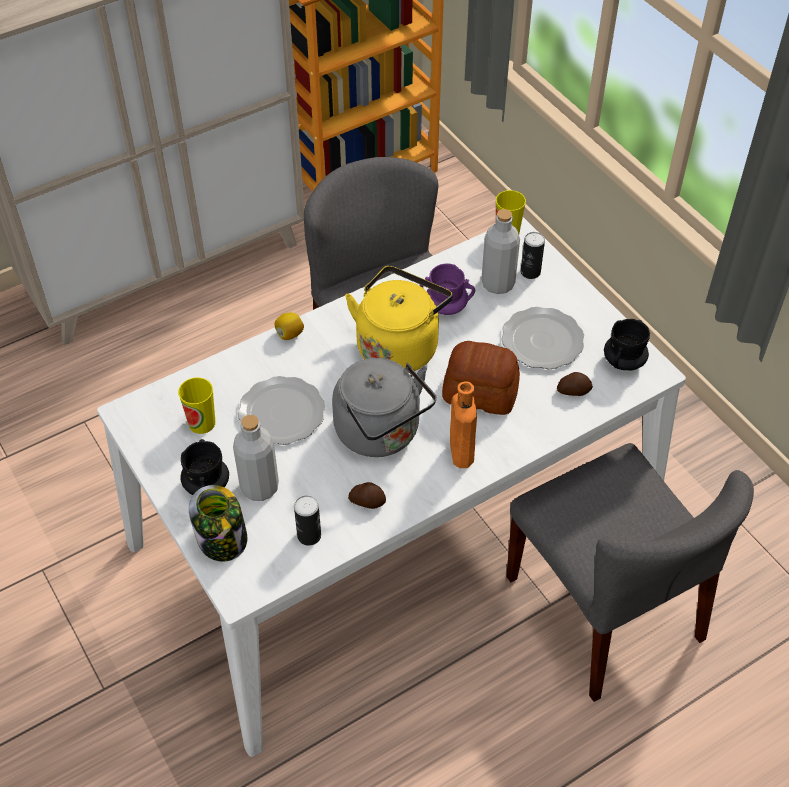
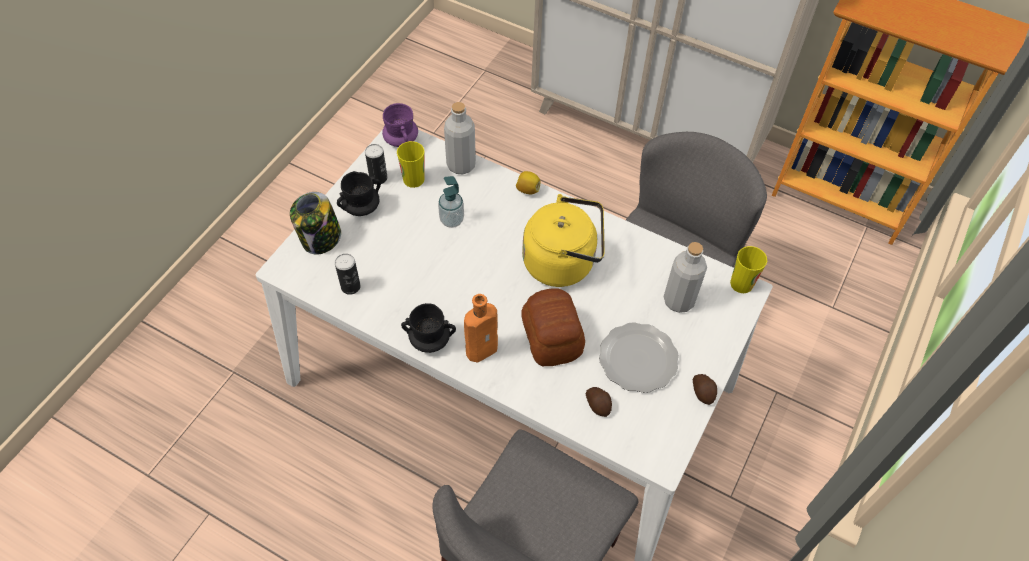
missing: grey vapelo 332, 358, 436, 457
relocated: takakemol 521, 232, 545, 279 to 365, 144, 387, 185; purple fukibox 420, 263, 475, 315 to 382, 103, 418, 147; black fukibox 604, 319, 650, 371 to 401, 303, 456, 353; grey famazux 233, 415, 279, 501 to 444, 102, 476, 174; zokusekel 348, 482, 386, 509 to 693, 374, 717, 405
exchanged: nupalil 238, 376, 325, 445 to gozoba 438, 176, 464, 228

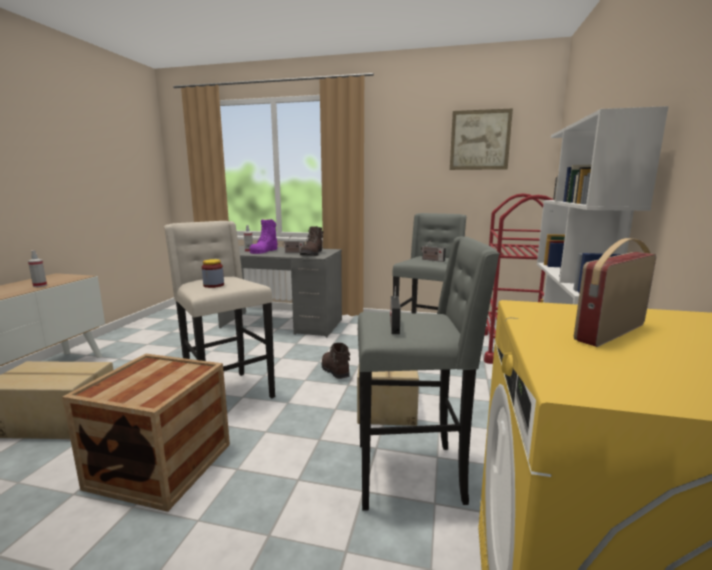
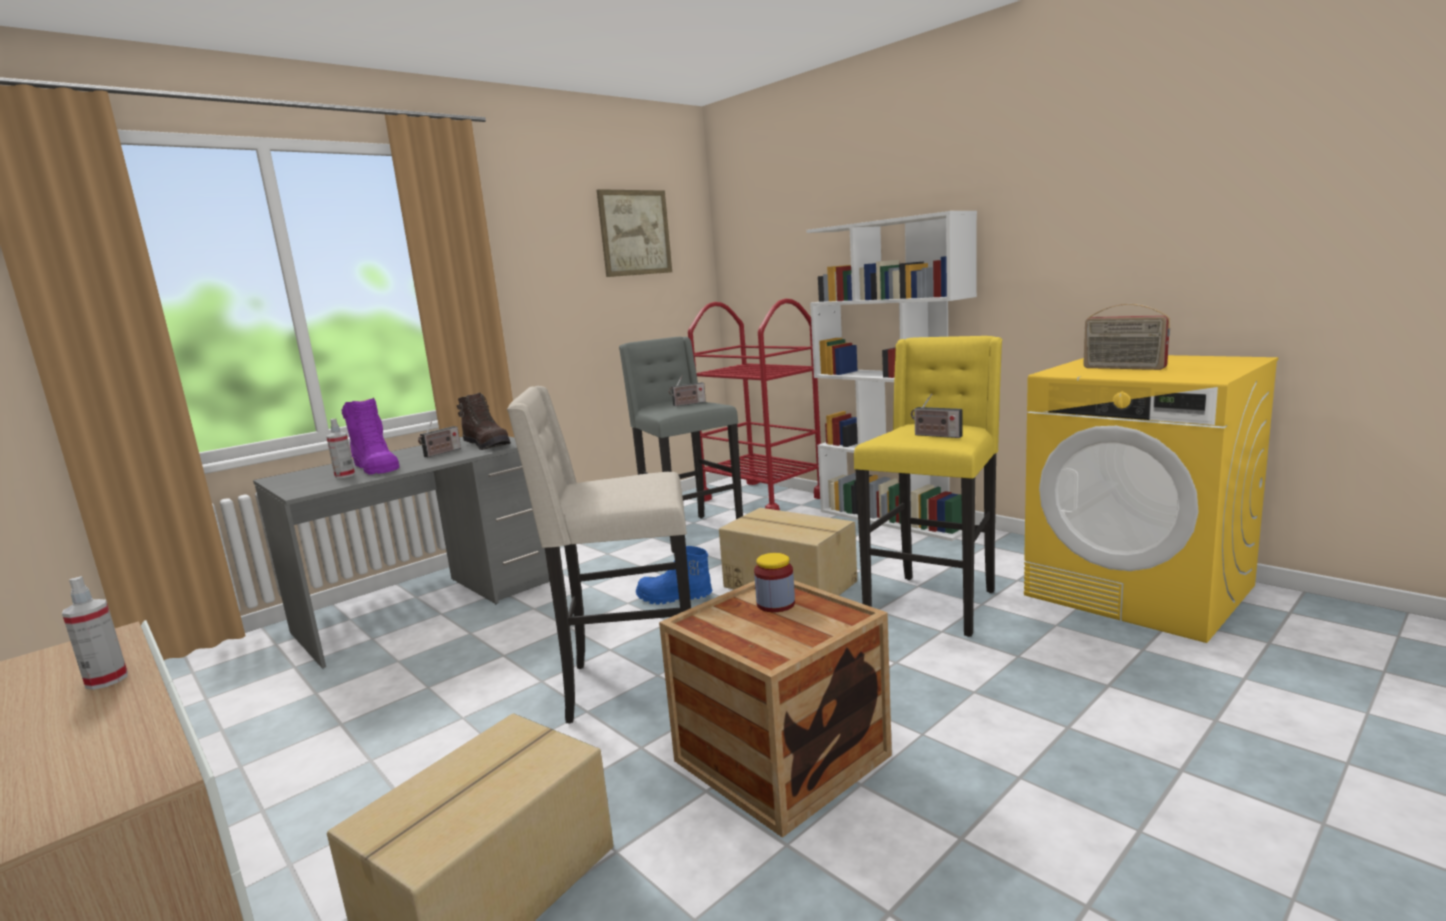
relocated: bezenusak 202, 259, 224, 288 to 754, 553, 795, 612
colour: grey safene 358, 236, 500, 510 to yellow safene 854, 336, 1002, 637; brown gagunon 321, 343, 350, 379 to blue gagunon 636, 546, 712, 605
spun: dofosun 574, 238, 656, 347 = 1083, 304, 1170, 370 45 degrees counterclockwise

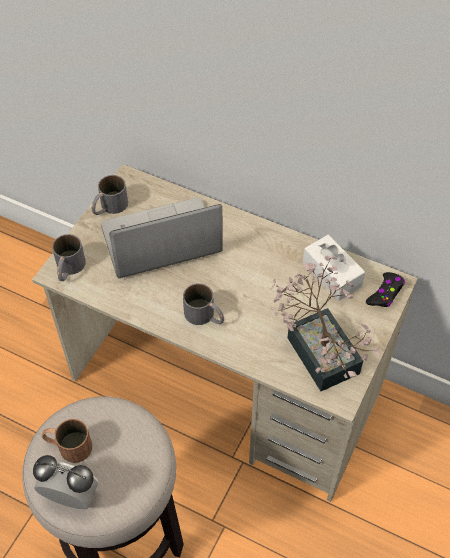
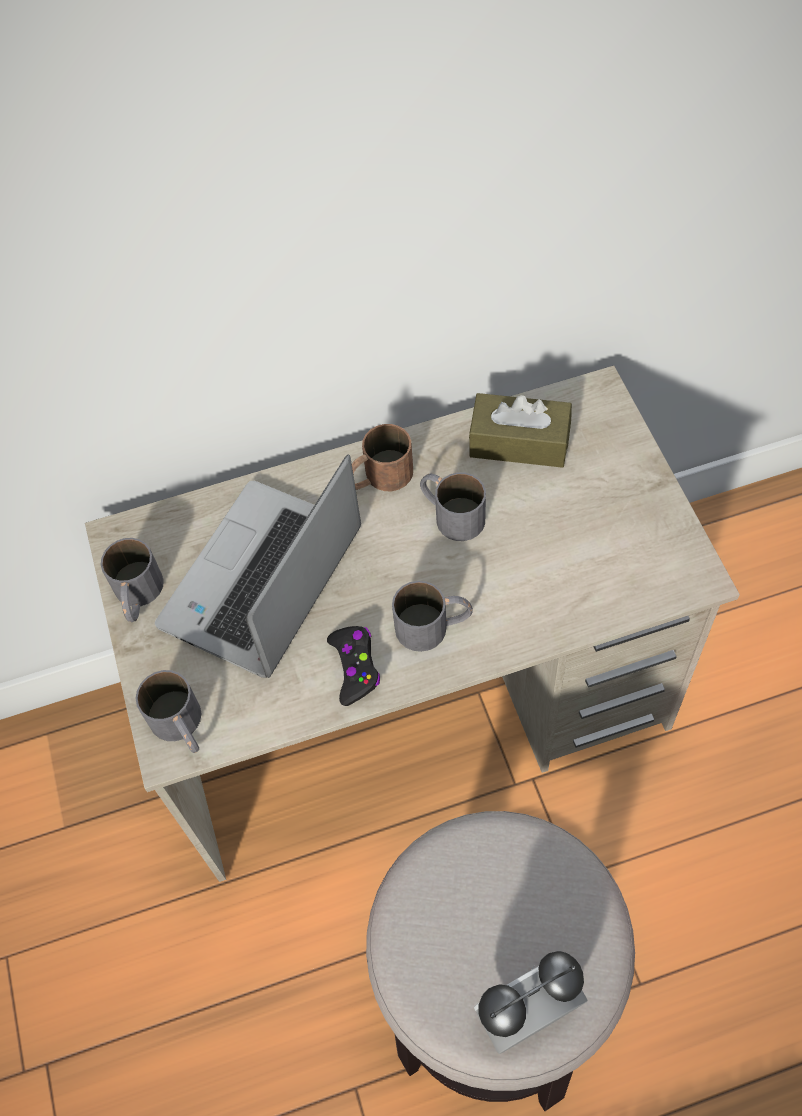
missing: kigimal 270, 256, 381, 391
appeared: grey fukibox 420, 472, 486, 541
relocated: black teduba 366, 272, 405, 307 to 327, 626, 380, 706; brown fukibox 42, 419, 92, 463 to 352, 424, 413, 491
colour: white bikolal 303, 235, 365, 301 to brown bikolal 469, 393, 572, 468

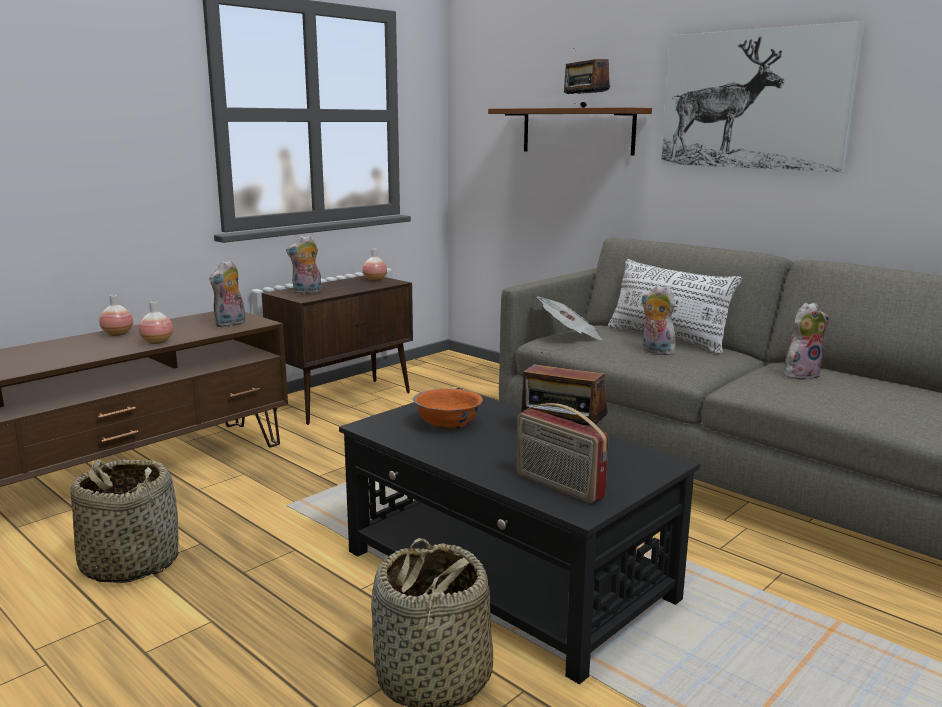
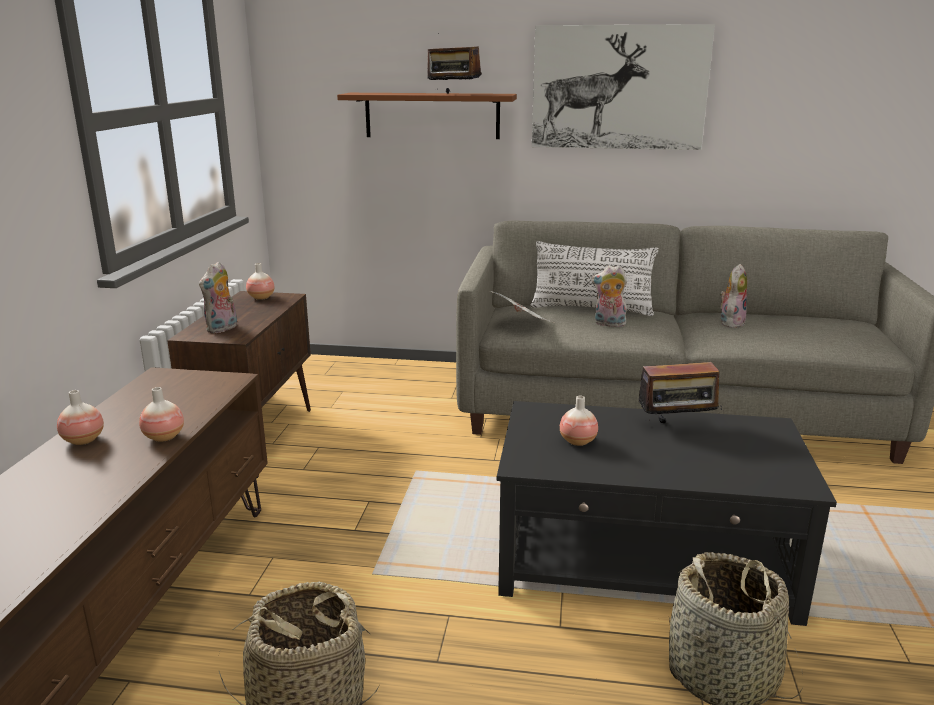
missing: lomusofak 209, 259, 245, 327; dofosun 516, 403, 609, 503
exchanged: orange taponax 413, 388, 483, 430 to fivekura 560, 396, 598, 446

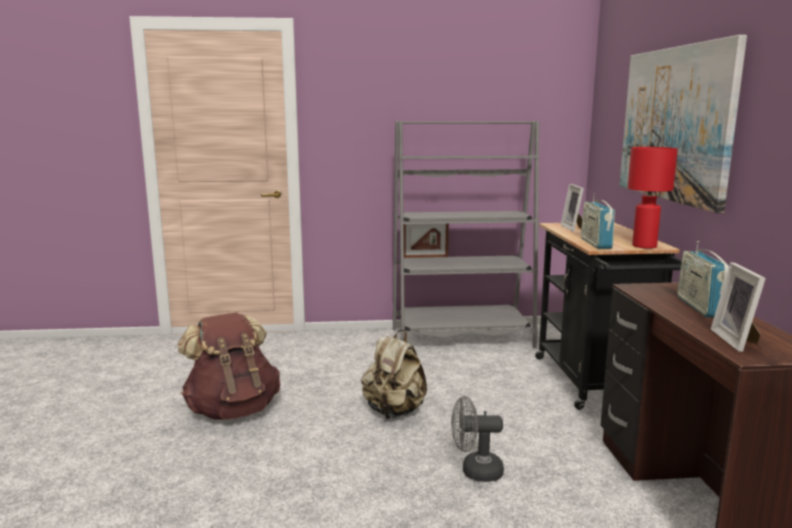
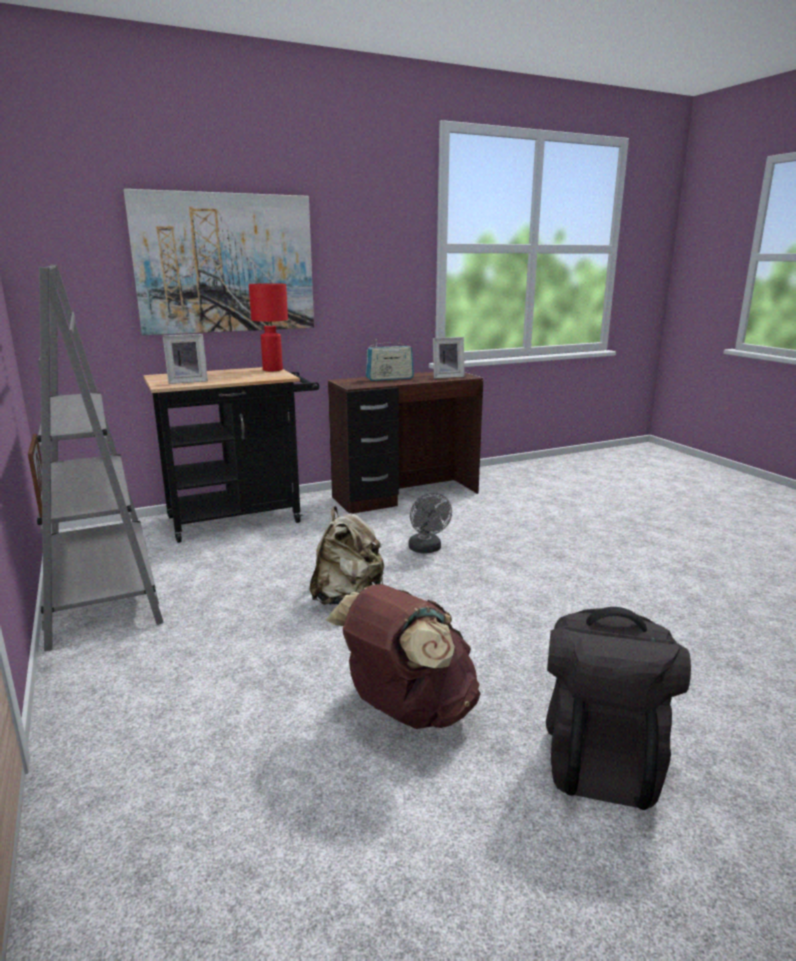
missing: dofosun 581, 193, 615, 249
appeared: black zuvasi 546, 607, 691, 810

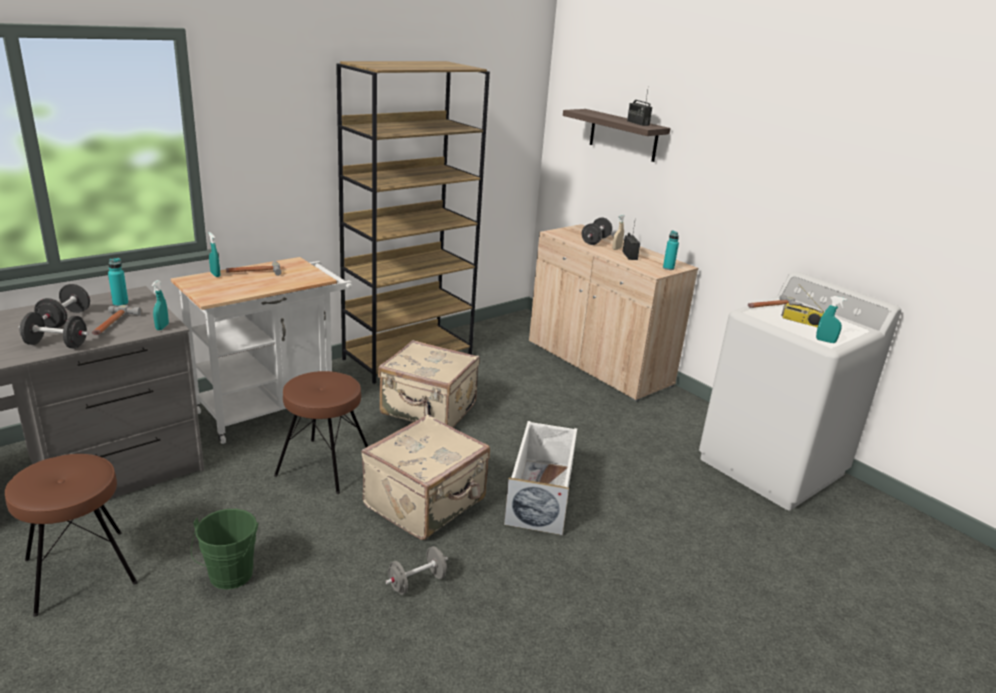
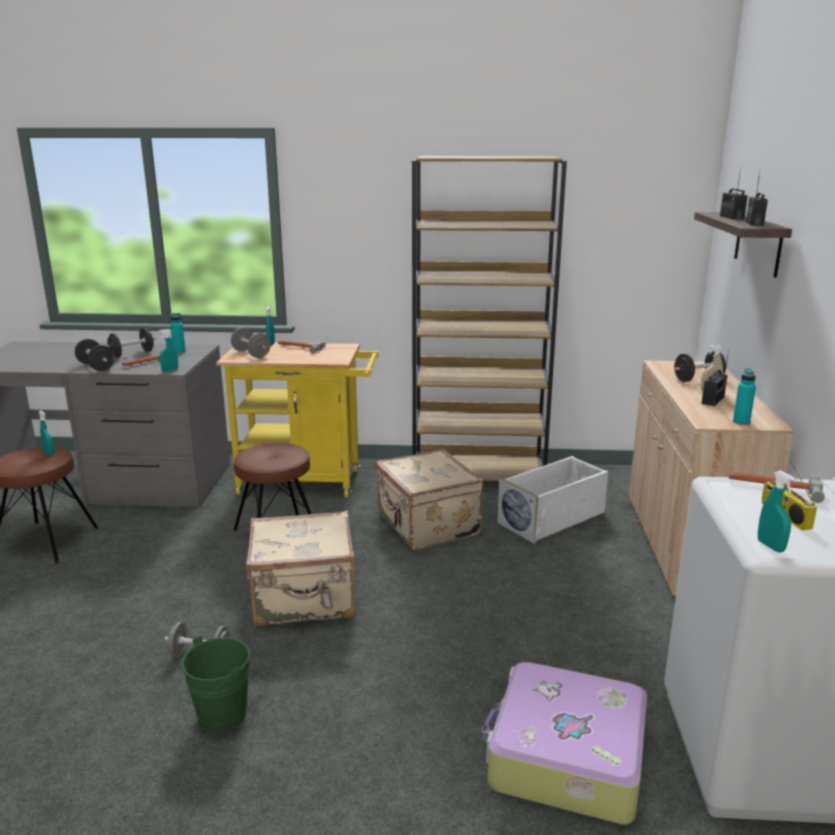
appeared: dofosun 720, 168, 748, 220; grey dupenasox 231, 327, 271, 358; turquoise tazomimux 39, 411, 54, 455; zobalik 481, 662, 647, 825
relocated: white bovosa 504, 421, 577, 535 to 497, 456, 608, 544; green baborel 191, 509, 258, 590 to 171, 635, 250, 733
colour: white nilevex 171, 257, 352, 444 to yellow nilevex 216, 343, 379, 498

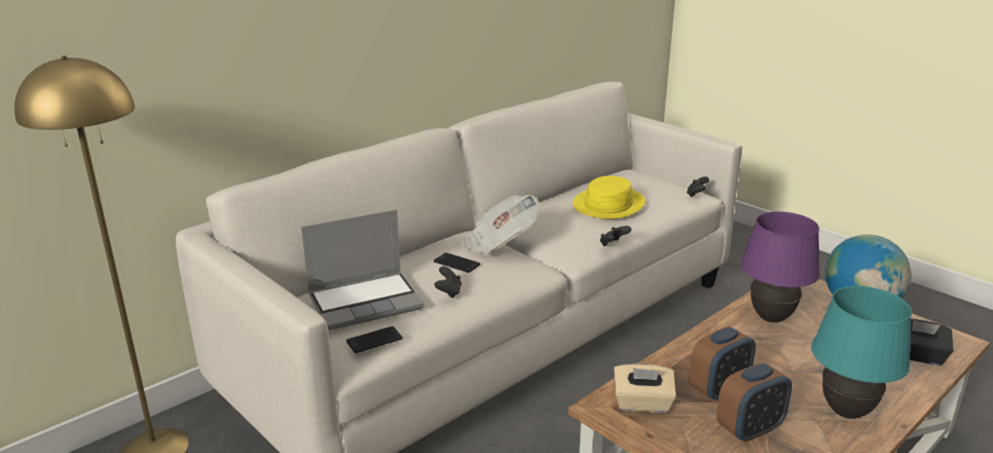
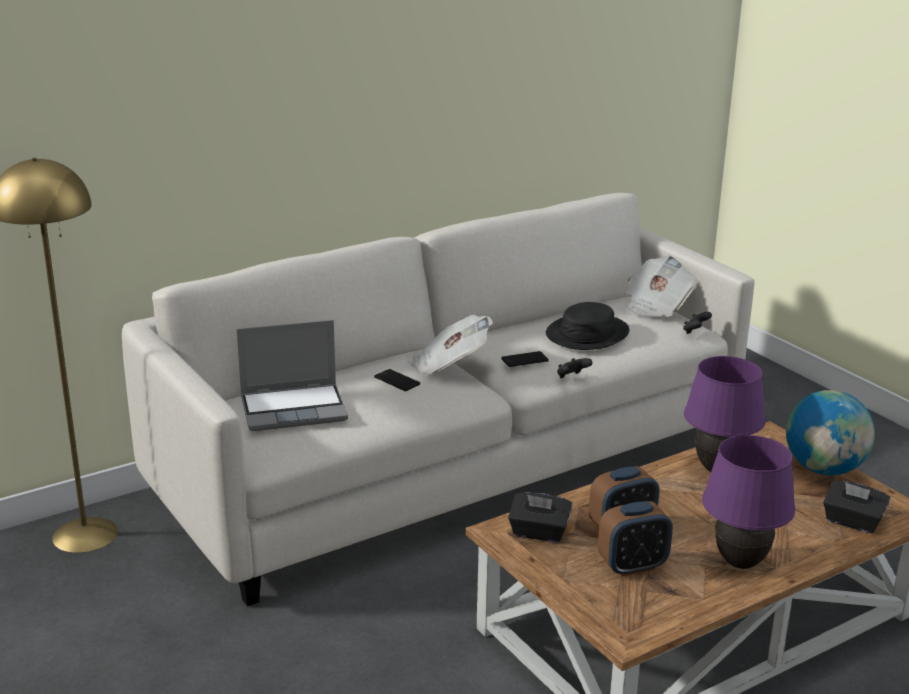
missing: black teduba 434, 266, 462, 298
appeared: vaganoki 625, 256, 698, 317
relocated: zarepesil 346, 326, 403, 353 to 501, 351, 549, 367
colour: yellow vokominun 573, 176, 645, 219 to black vokominun 546, 302, 629, 350; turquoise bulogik 811, 286, 912, 419 to purple bulogik 702, 435, 796, 569; beige bikolal 614, 364, 676, 413 to black bikolal 508, 492, 573, 542

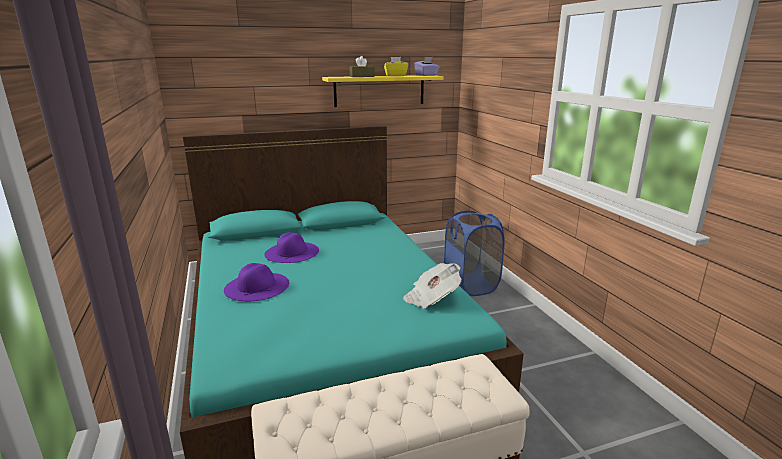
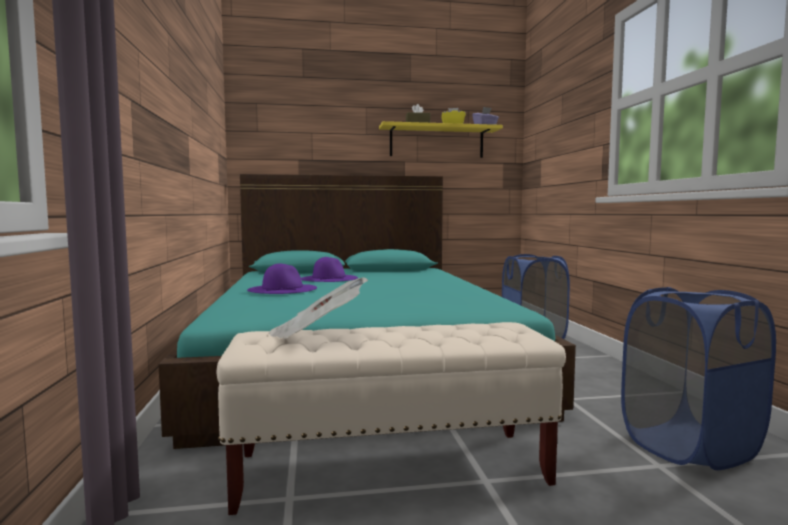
appeared: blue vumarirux 621, 287, 776, 470
relocated: vaganoki 403, 263, 461, 309 to 269, 278, 368, 339

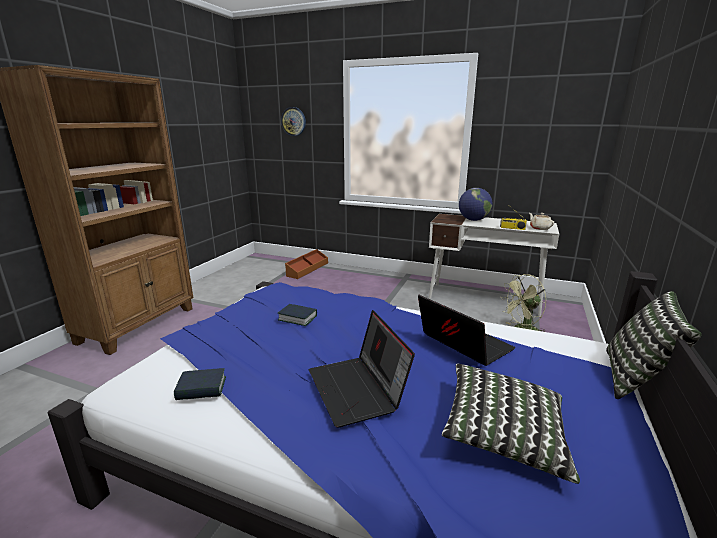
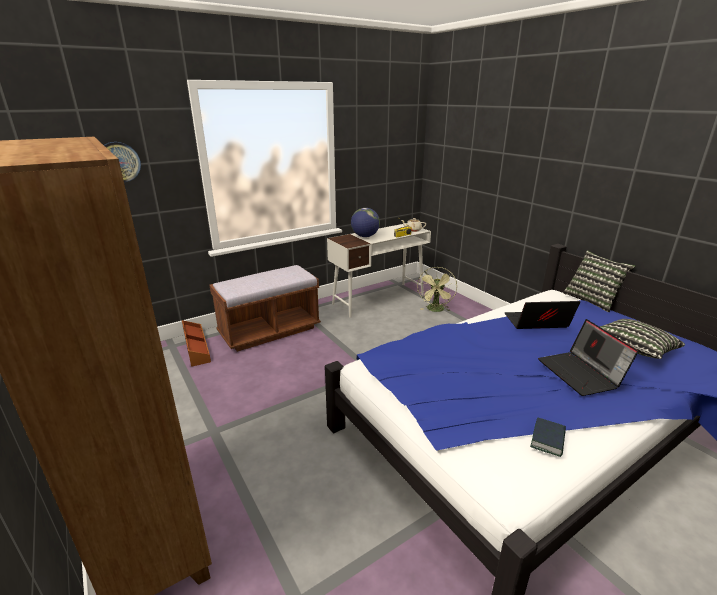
missing: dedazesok 278, 304, 317, 326
appeared: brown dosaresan 209, 265, 321, 352
spun: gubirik 309, 310, 415, 428 = 538, 319, 639, 396 60 degrees clockwise

